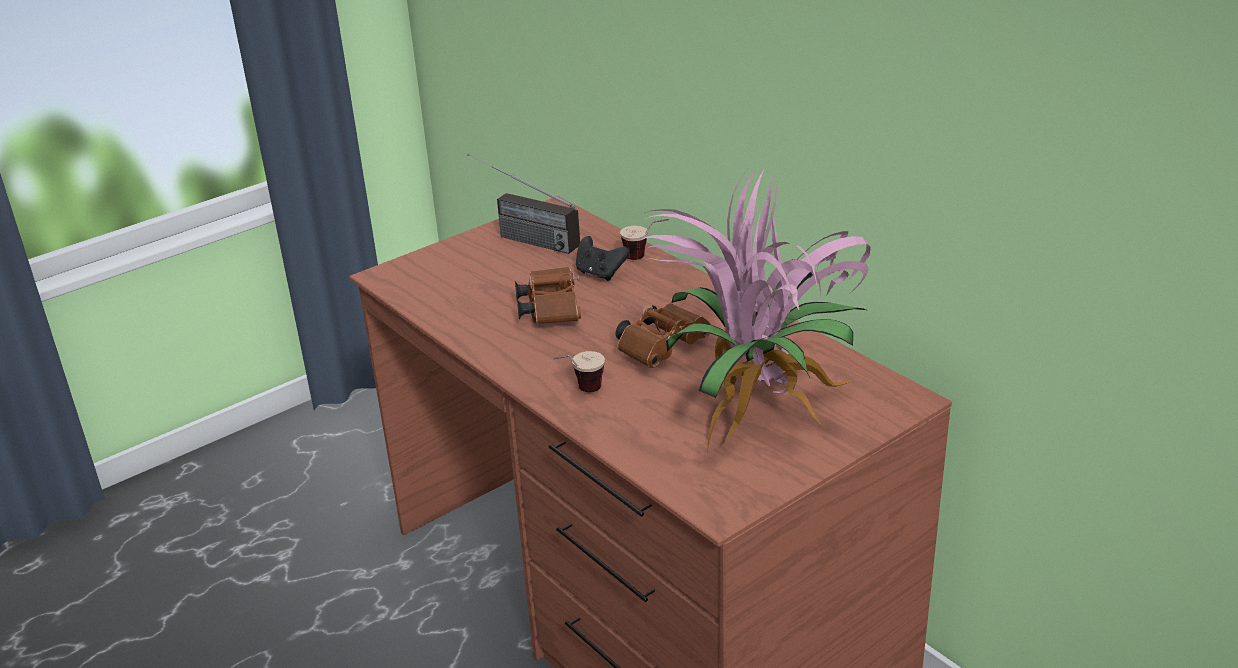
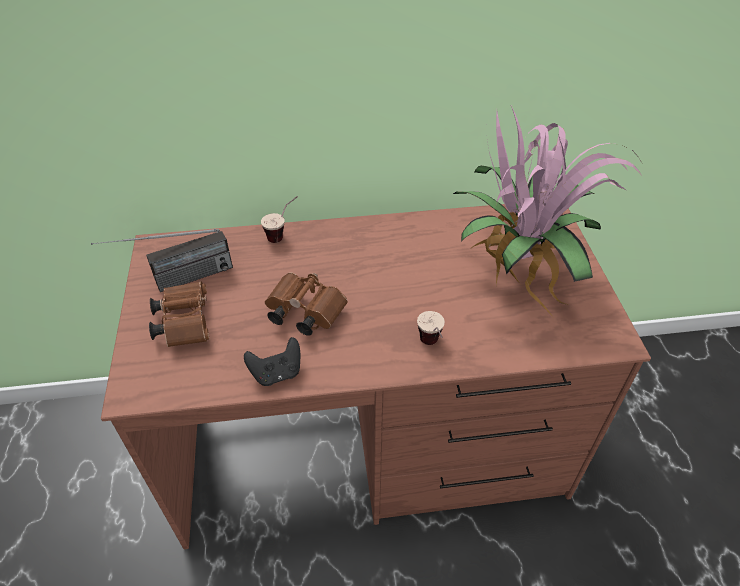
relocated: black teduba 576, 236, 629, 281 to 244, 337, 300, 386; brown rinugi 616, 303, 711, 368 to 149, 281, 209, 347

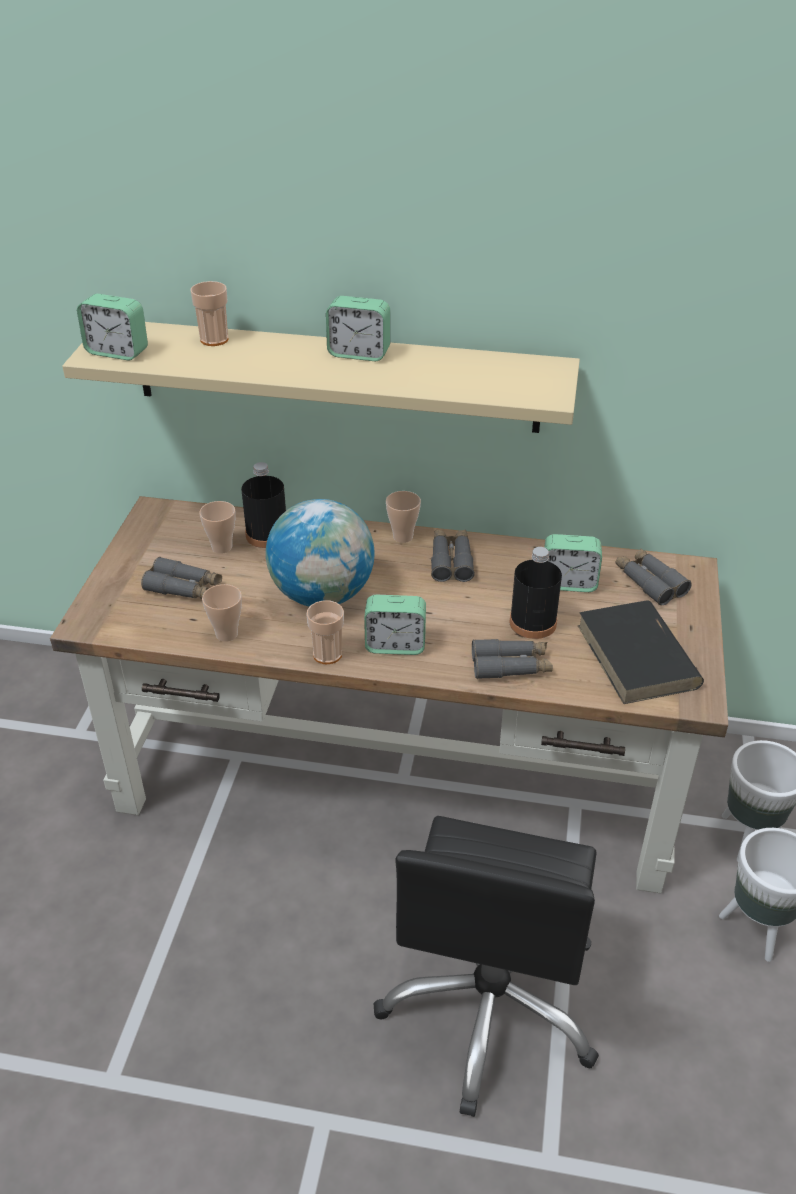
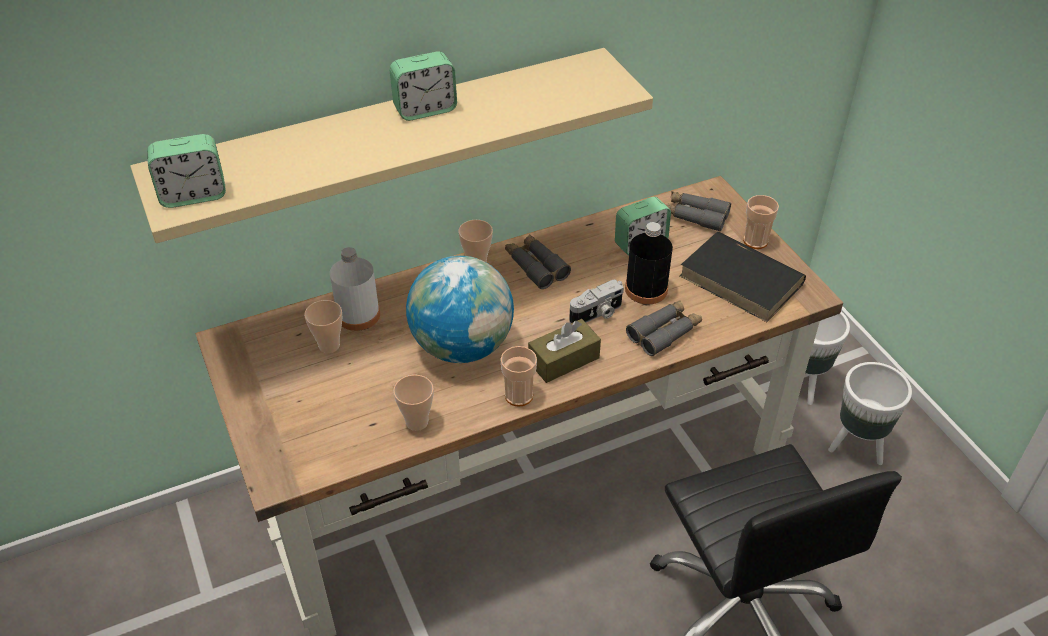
missing: grey rinugi 141, 557, 222, 599
appeared: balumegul 569, 279, 624, 323
relocated: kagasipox 190, 281, 229, 346 to 743, 195, 779, 249
exchanged: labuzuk 364, 595, 426, 655 to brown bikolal 528, 319, 601, 383
colour: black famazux 241, 462, 286, 548 to white famazux 330, 247, 380, 331

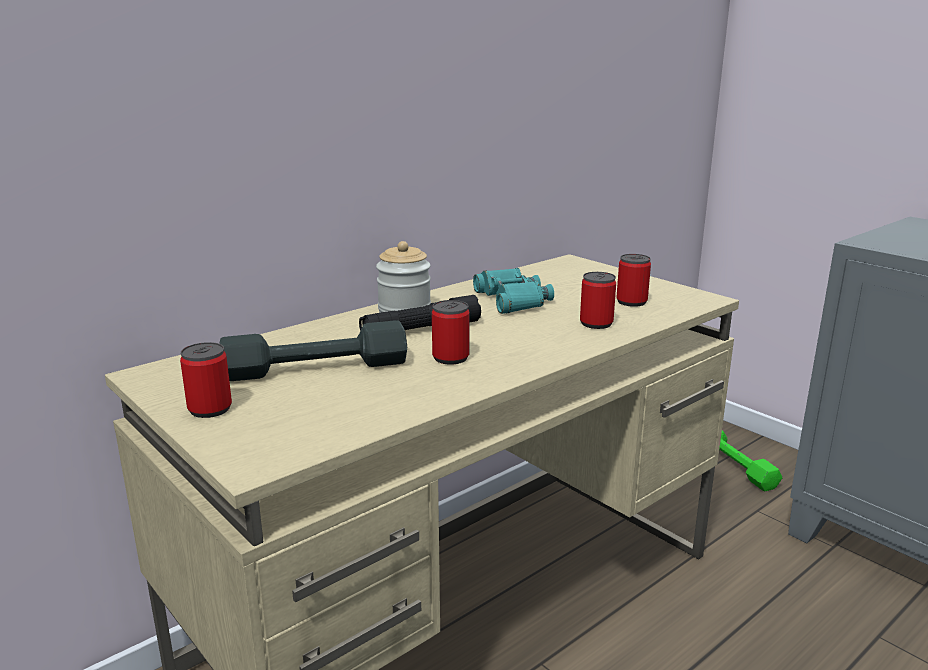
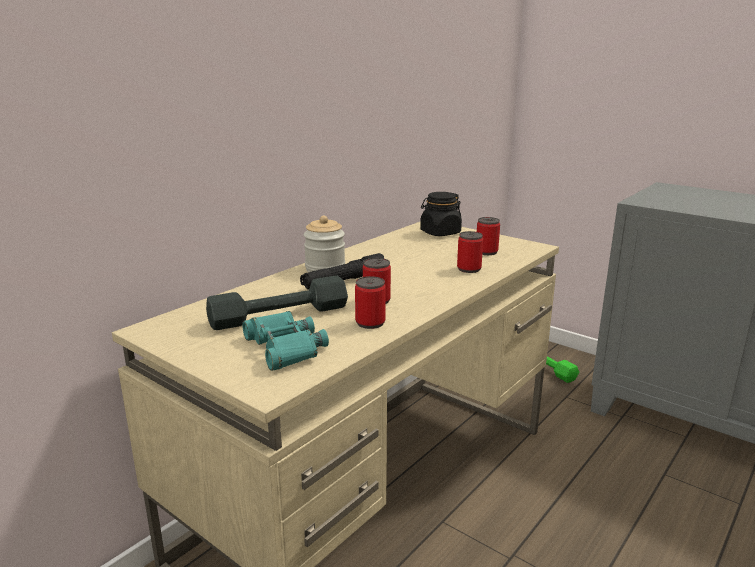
appeared: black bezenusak 420, 192, 462, 236
relocated: turquoise rinugi 473, 268, 554, 314 to 242, 311, 329, 371; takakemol 180, 342, 232, 418 to 355, 276, 386, 329

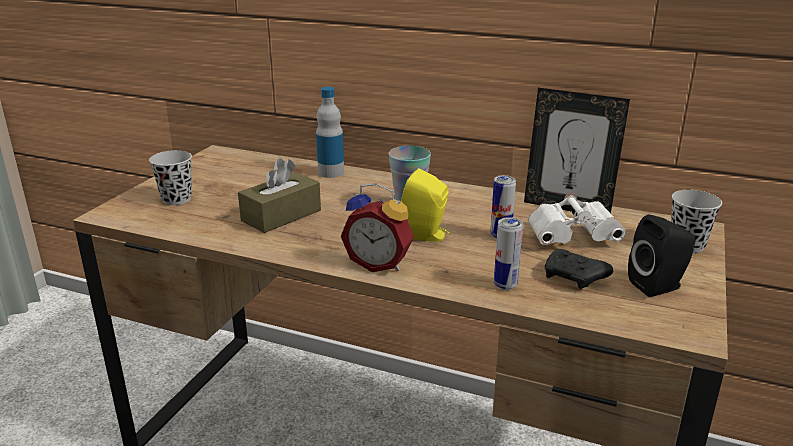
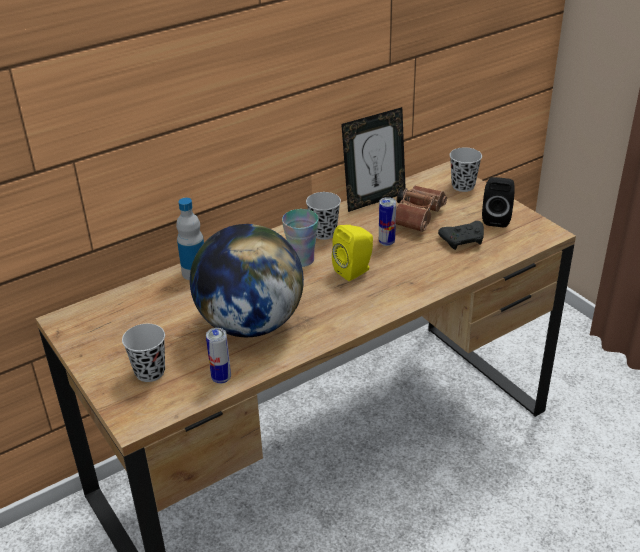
missing: labuzuk 341, 183, 414, 272
appeared: black kagasipox 306, 192, 341, 240
relocated: takakemol 494, 217, 523, 290 to 206, 328, 231, 384
exchanged: brown bikolal 238, 158, 321, 233 to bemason 190, 224, 304, 337
colour: white rinugi 528, 193, 626, 245 to brown rinugi 396, 186, 447, 232

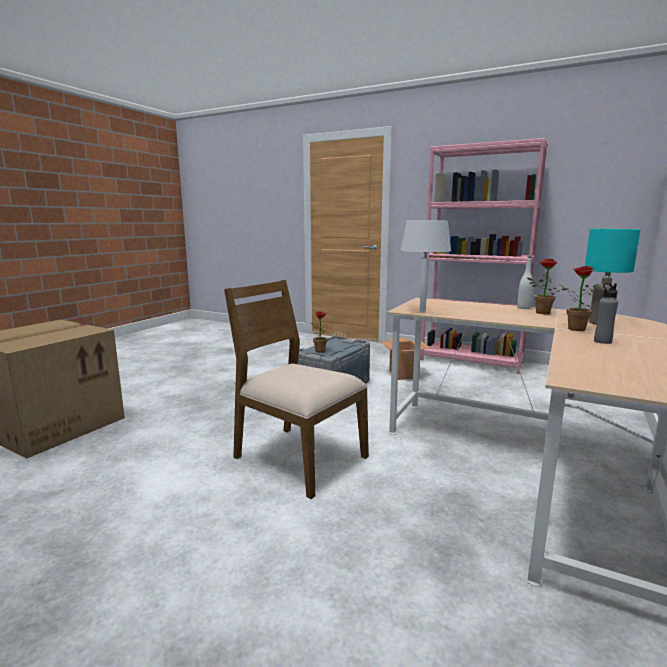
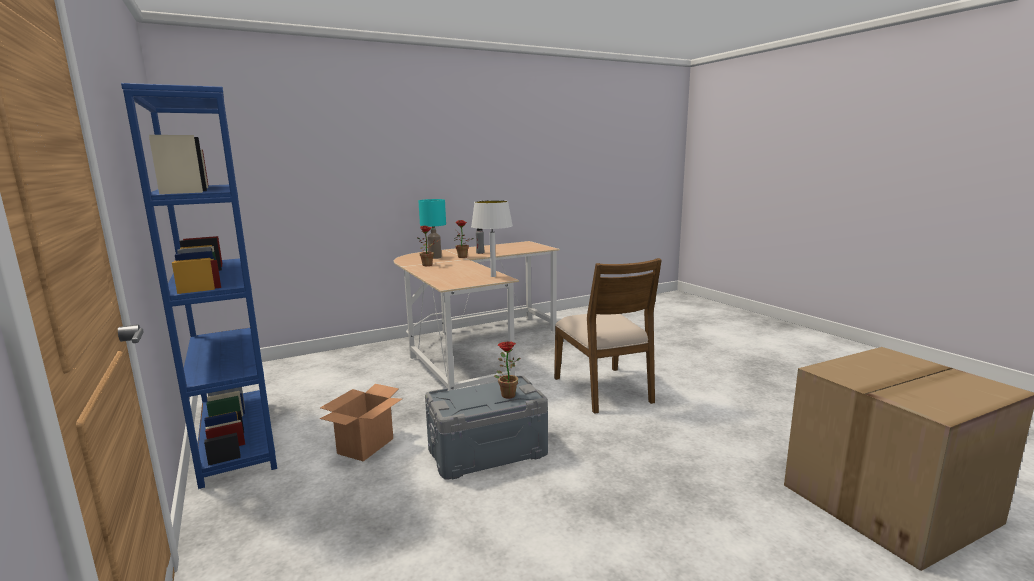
missing: white famazux 517, 257, 534, 309
colour: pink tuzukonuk 420, 138, 548, 374 to blue tuzukonuk 121, 83, 277, 489

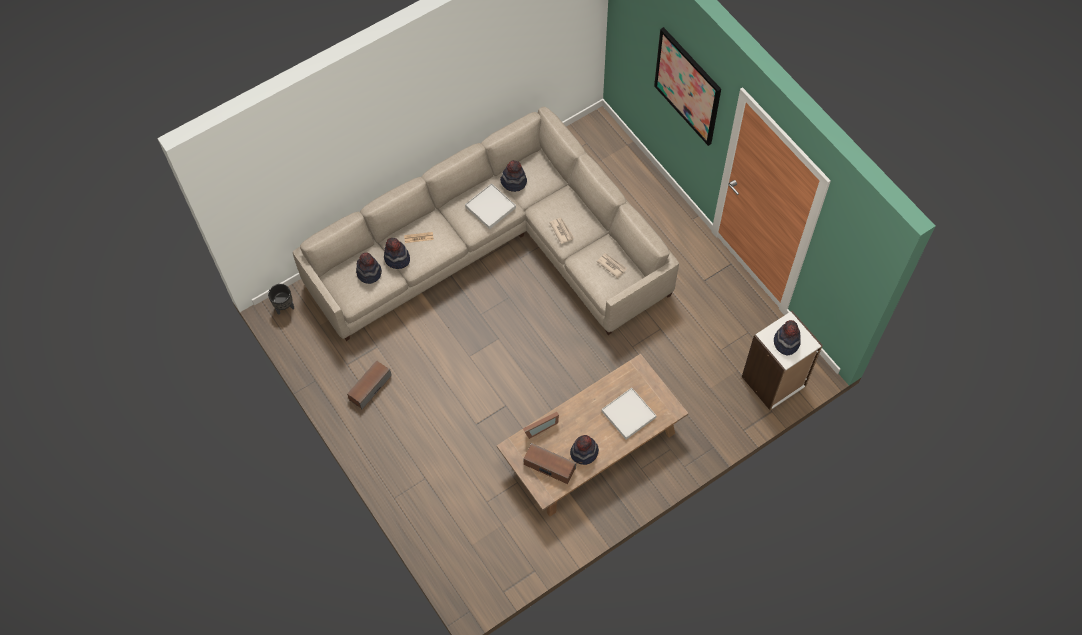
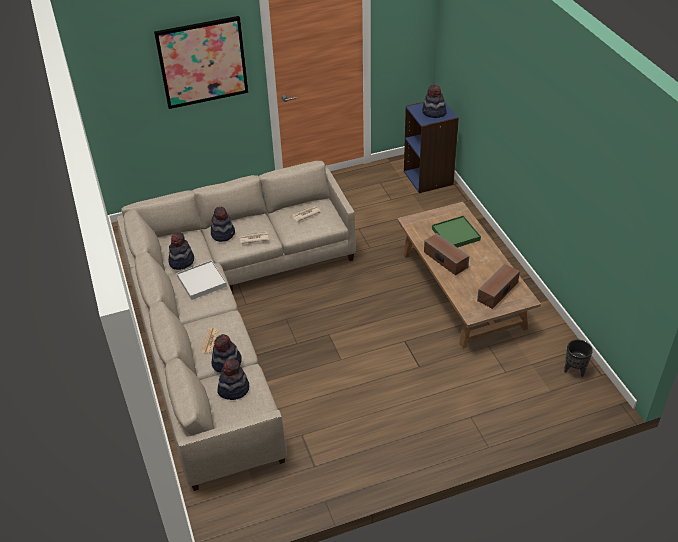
missing: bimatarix 523, 412, 559, 439
relocated: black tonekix 268, 284, 294, 315 to 564, 340, 593, 377; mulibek 347, 360, 392, 410 to 424, 233, 469, 275; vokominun 570, 435, 599, 465 to 211, 207, 235, 242
colour: white tuzukonuk 742, 311, 823, 410 to blue tuzukonuk 404, 102, 459, 193; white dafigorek 602, 388, 656, 440 to green dafigorek 432, 216, 481, 248

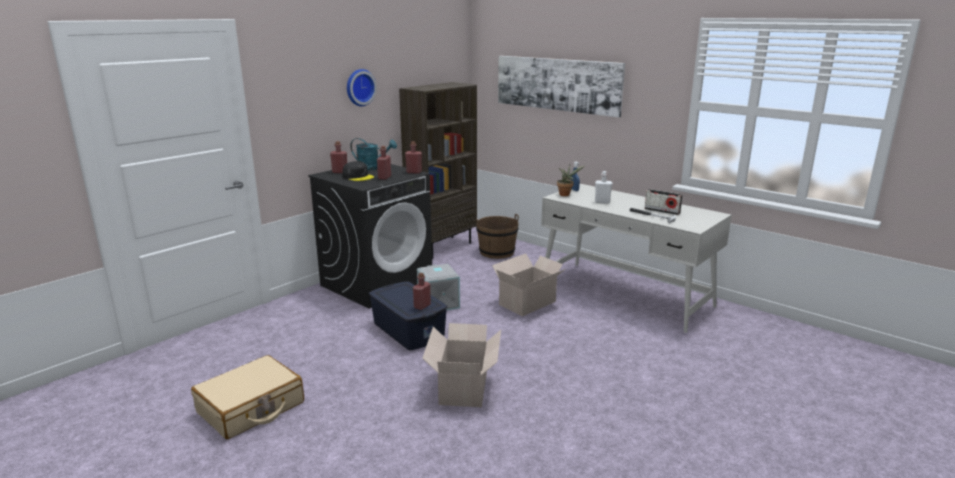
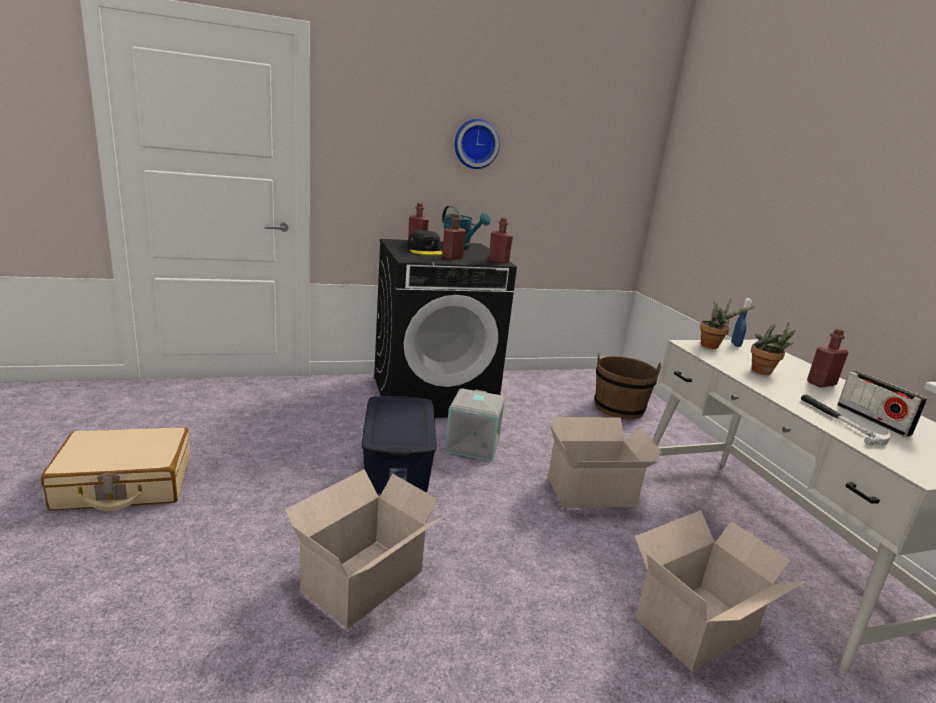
missing: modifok 498, 56, 625, 117; brown tuzukonuk 399, 82, 477, 259
appeared: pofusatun 635, 510, 806, 672
relocated: red famazux 413, 273, 431, 310 to 807, 329, 849, 387
exchanged: white famazux 595, 171, 612, 204 to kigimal 751, 322, 795, 375

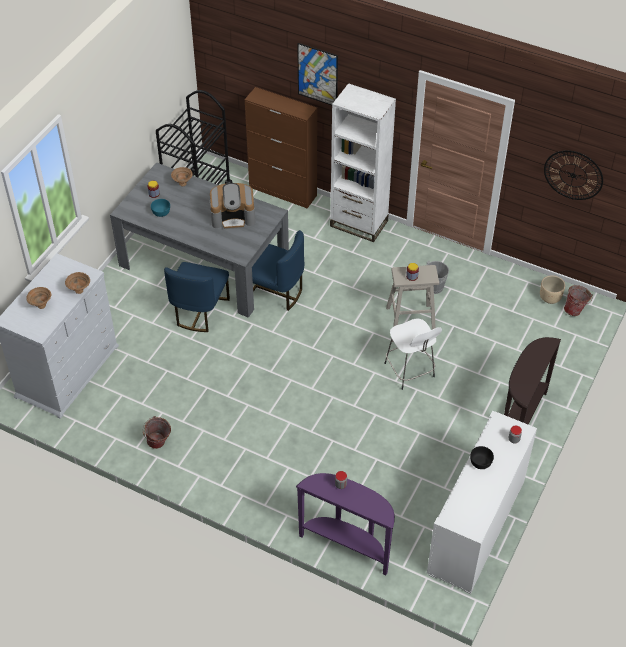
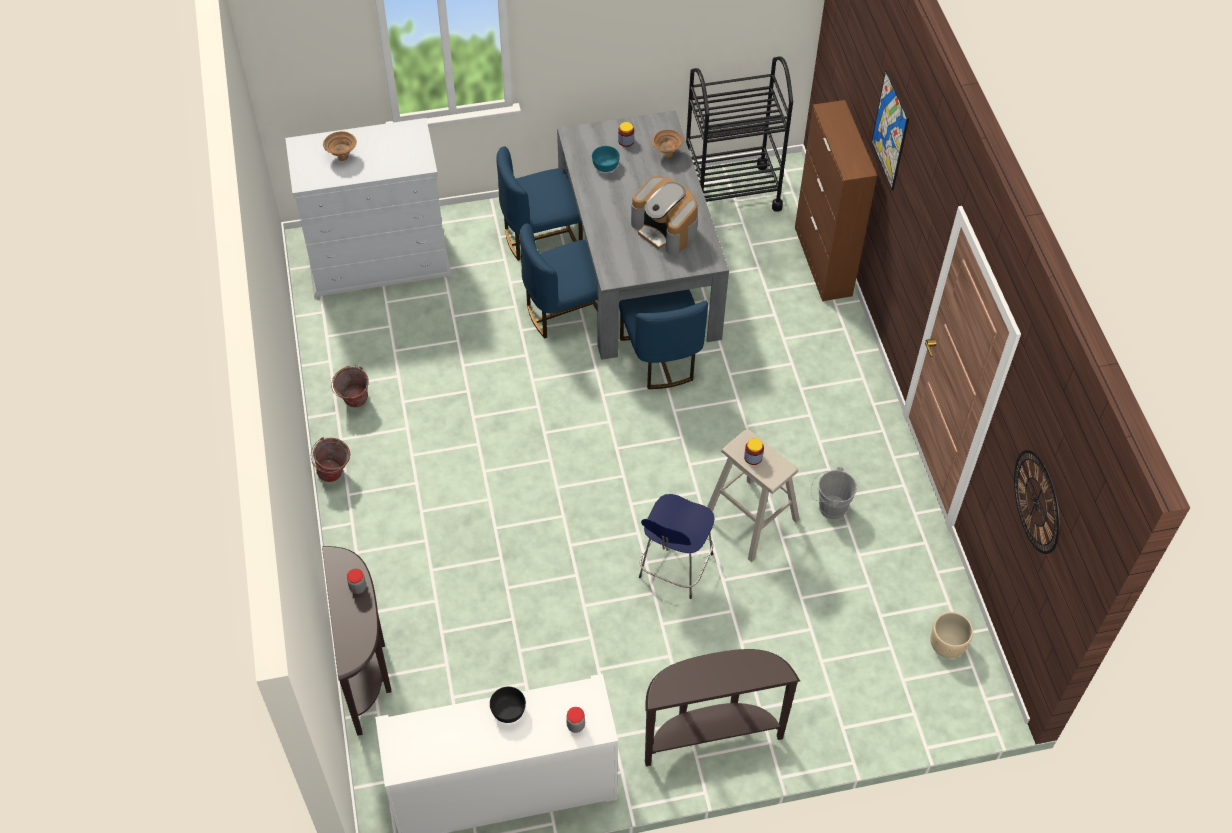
missing: white tuzukonuk 330, 83, 396, 242; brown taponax 65, 272, 90, 294
appeared: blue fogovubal 496, 146, 583, 261
relocated: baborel 564, 285, 593, 316 to 311, 437, 350, 482
colour: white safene 384, 319, 442, 390 to blue safene 639, 494, 715, 599; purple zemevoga 296, 473, 395, 575 to brown zemevoga 322, 546, 392, 736

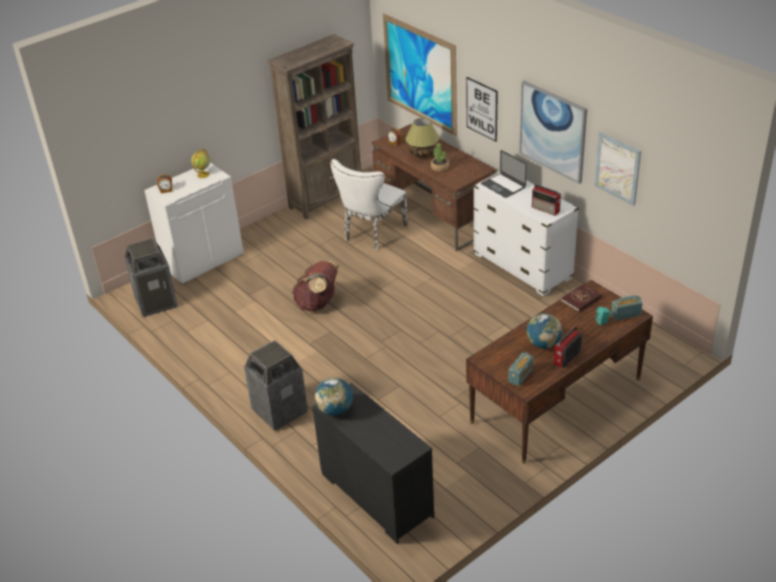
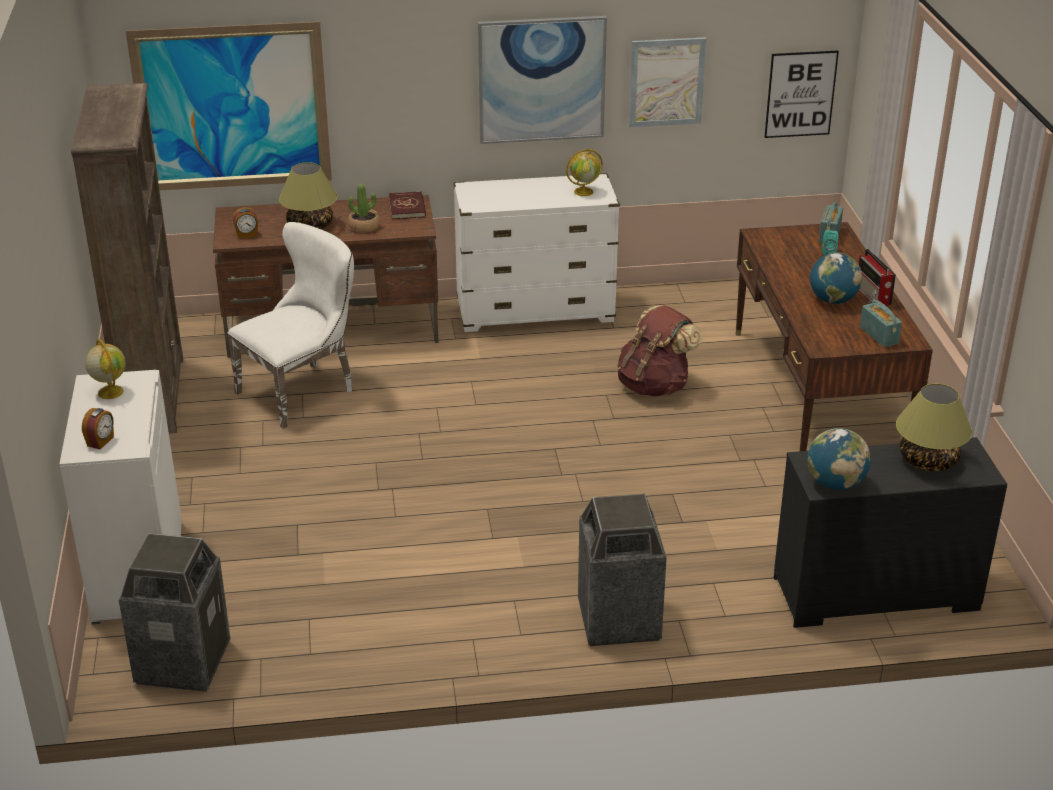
missing: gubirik 481, 150, 527, 198
appeared: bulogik 896, 384, 972, 472
relocated: modifok 466, 77, 498, 142 to 764, 50, 839, 138; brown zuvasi 292, 260, 339, 312 to 617, 305, 703, 396; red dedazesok 561, 284, 602, 312 to 389, 191, 426, 219
exchanged: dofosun 532, 184, 561, 216 to bemason 566, 149, 603, 196
spun: white fogovubal 331, 159, 408, 250 = 227, 222, 354, 429 105 degrees counterclockwise

